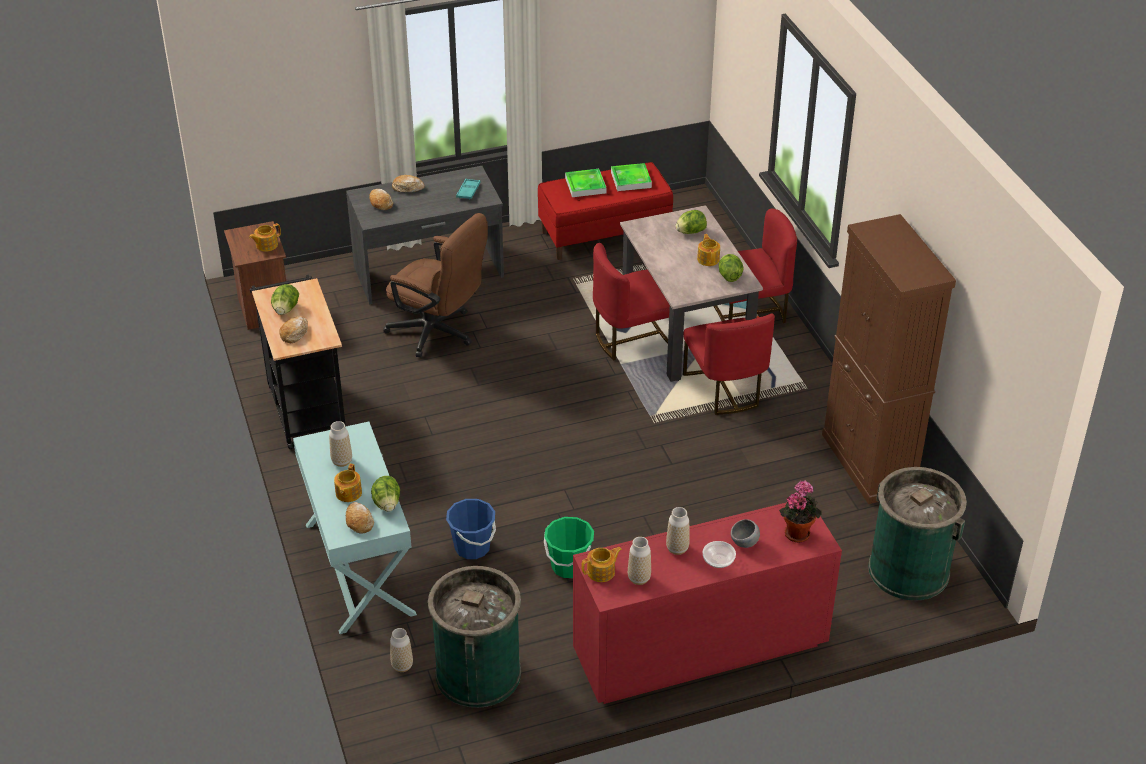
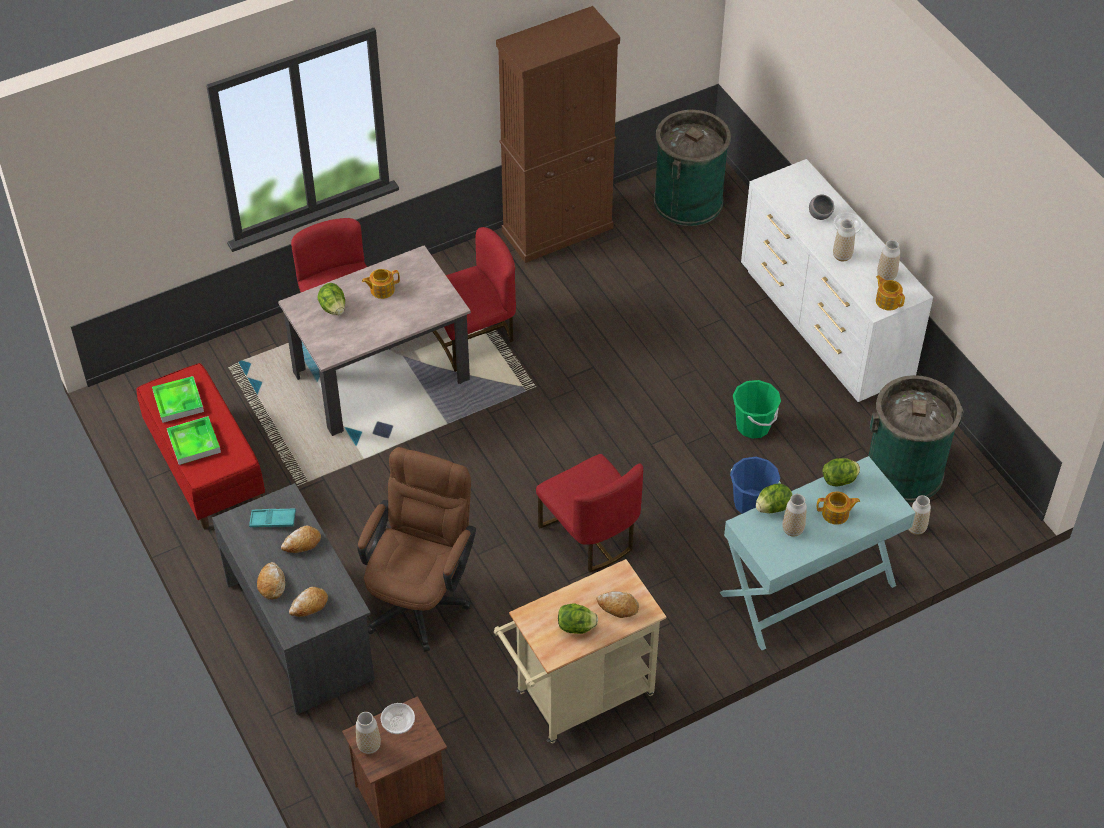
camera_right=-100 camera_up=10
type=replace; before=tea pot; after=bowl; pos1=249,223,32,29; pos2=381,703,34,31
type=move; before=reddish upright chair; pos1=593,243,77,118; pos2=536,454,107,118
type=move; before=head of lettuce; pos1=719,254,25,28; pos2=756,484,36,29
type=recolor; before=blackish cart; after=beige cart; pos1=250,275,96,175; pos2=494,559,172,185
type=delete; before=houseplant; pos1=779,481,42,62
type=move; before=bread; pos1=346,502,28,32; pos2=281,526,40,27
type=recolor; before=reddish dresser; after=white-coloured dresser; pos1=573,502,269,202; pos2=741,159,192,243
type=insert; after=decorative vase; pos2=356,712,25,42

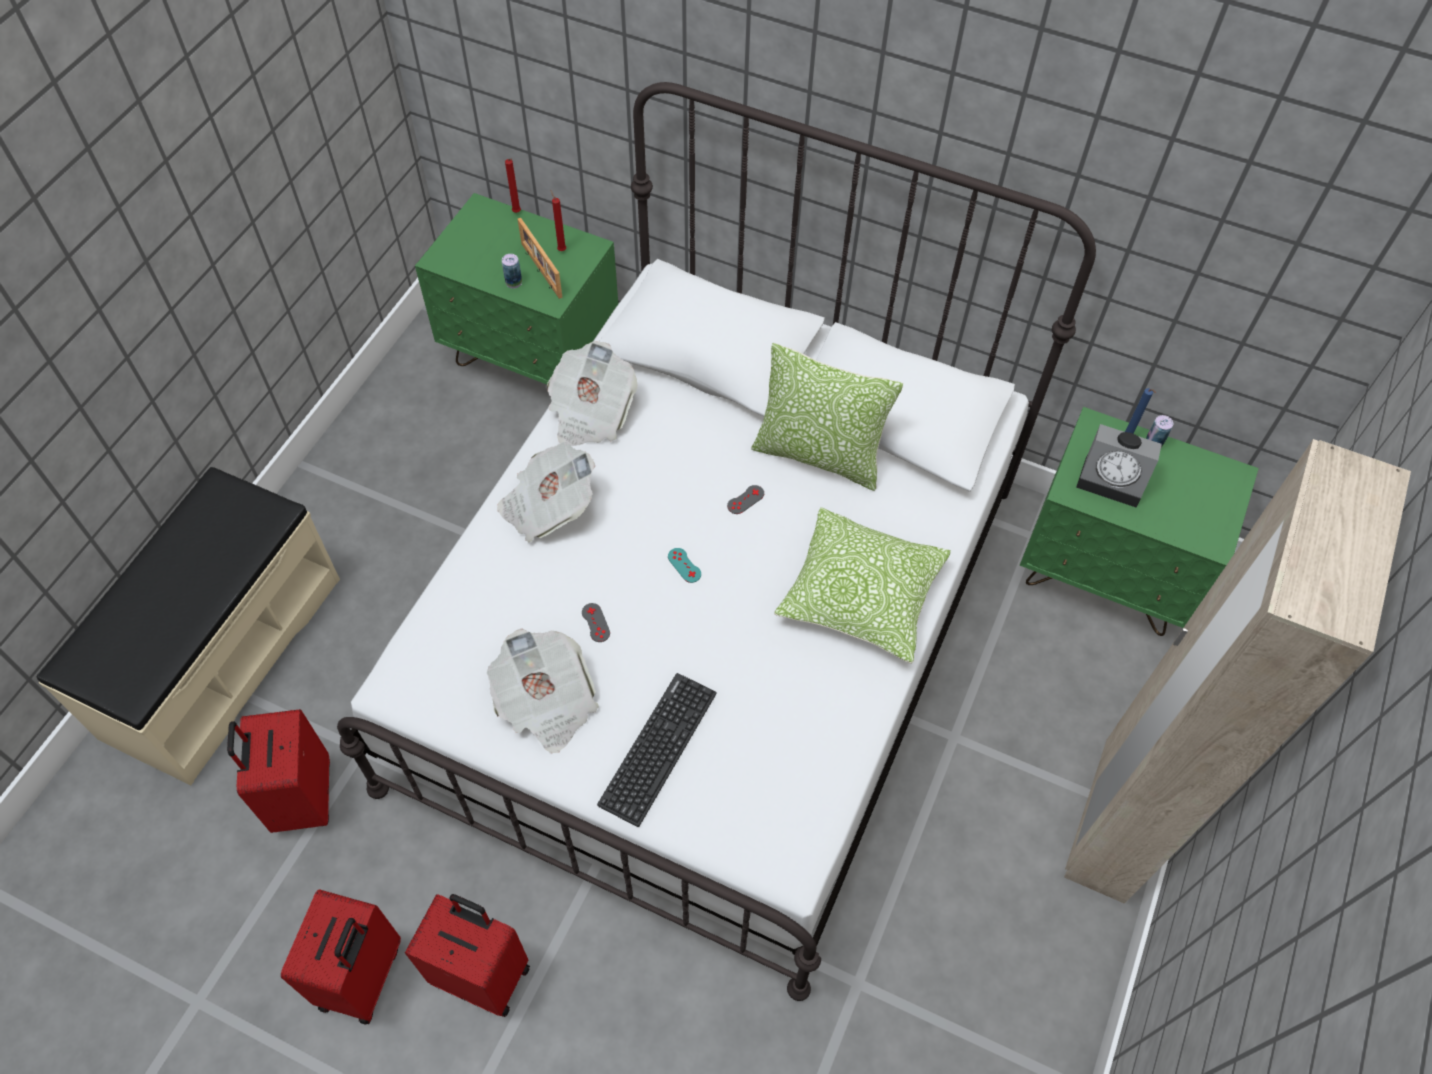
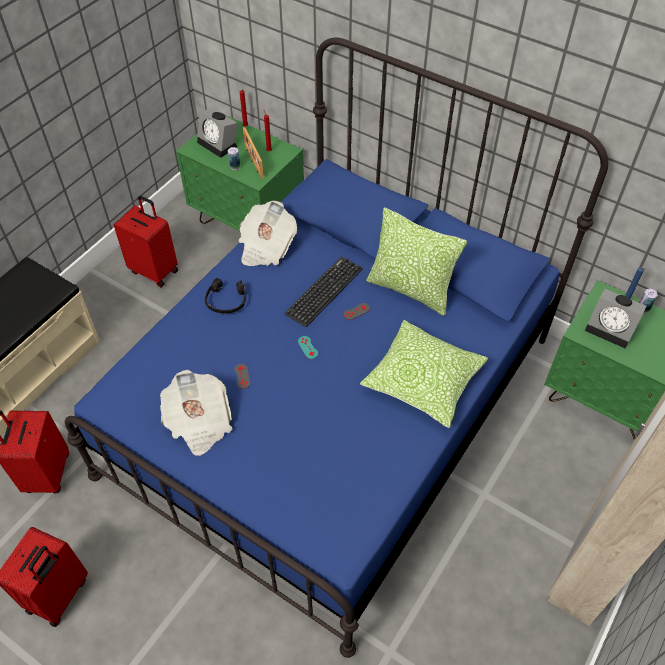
camera_right=10 camera_up=-5
type=recolor; before=white-coloured sleeping bed; after=blue sleeping bed; pos1=337,82,759,919; pos2=65,37,543,621
type=replace; before=daily paper; after=blackish headphones; pos1=497,442,98,100; pos2=205,278,41,36
type=move; before=keyboard; pos1=597,673,120,154; pos2=284,256,79,71
type=move; before=reddish piece of luggage; pos1=405,894,125,123; pos2=114,196,64,91
type=insert; after=table clock; pos2=197,108,40,50

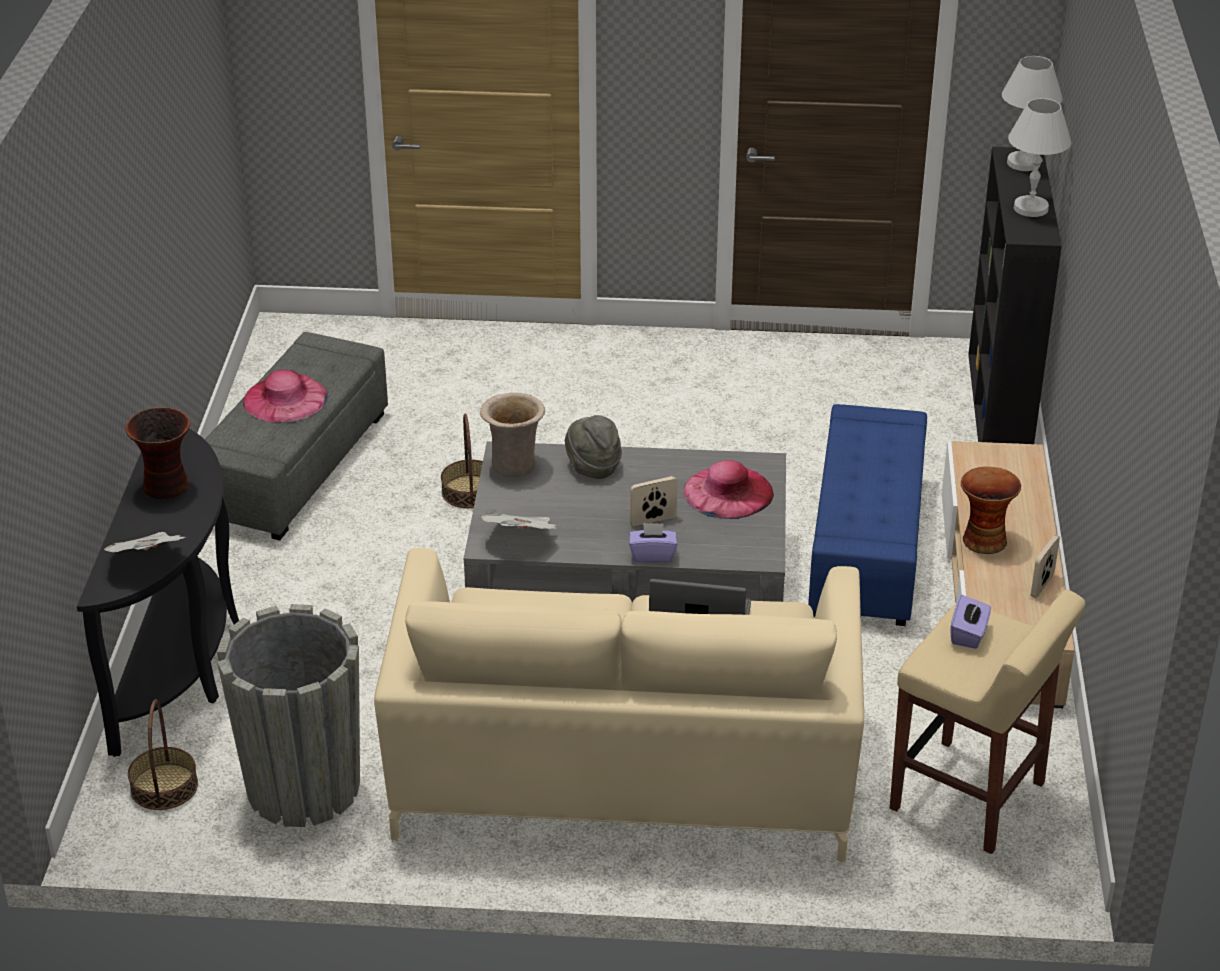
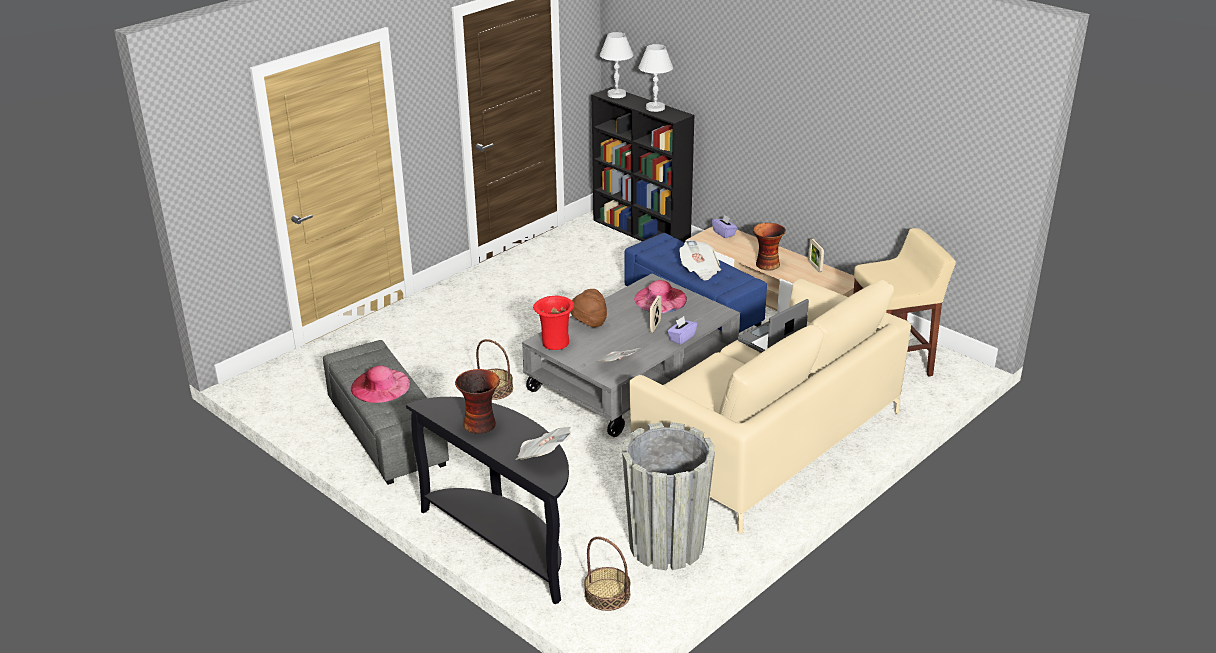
camera_right=-50 camera_up=-5
type=recolor; before=beige decorative vase; after=reddish decorative vase; pos1=480,393,65,85; pos2=533,296,41,54
type=recolor; before=gray wearable hat; after=brown wearable hat; pos1=565,415,57,64; pos2=570,289,37,38
type=move; before=purple tissue box; pos1=951,595,40,54; pos2=712,214,25,24
type=insert; after=daily paper; pos2=679,239,42,42

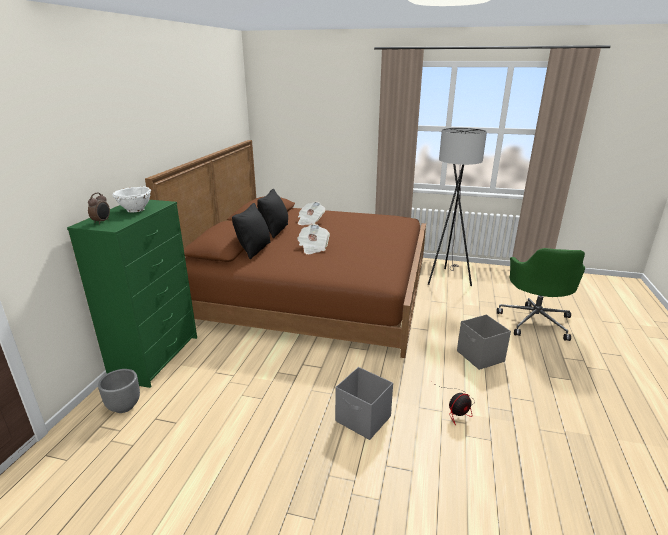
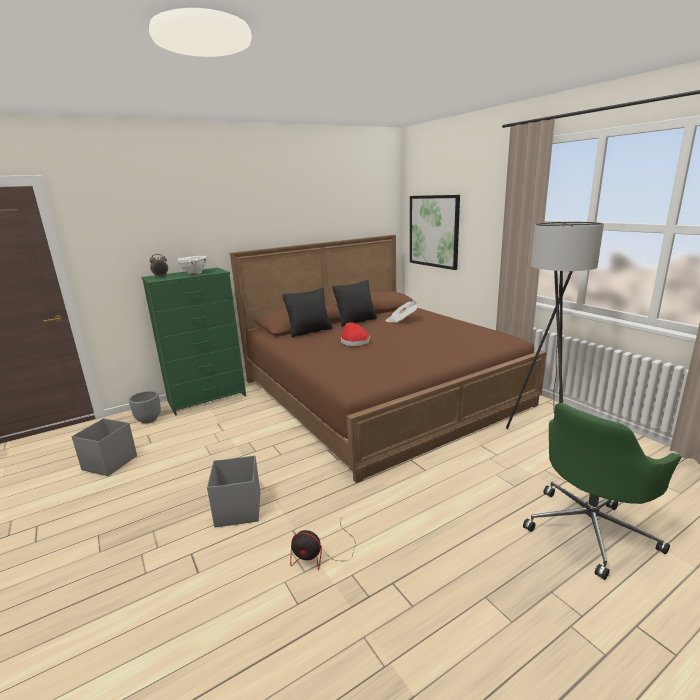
camera_right=45 camera_up=-5
type=replace; before=daily paper; after=reddish wearable hat; pos1=297,224,33,30; pos2=341,322,29,24
type=move; before=gray storage bin; pos1=457,315,54,55; pos2=72,418,65,58
type=insert; after=wall art; pos2=410,195,50,75

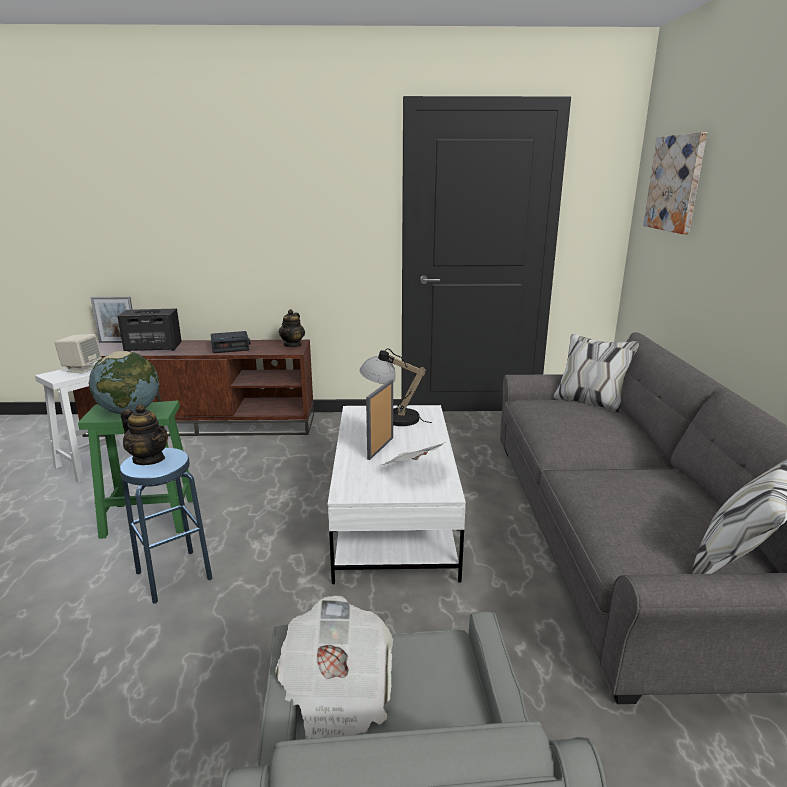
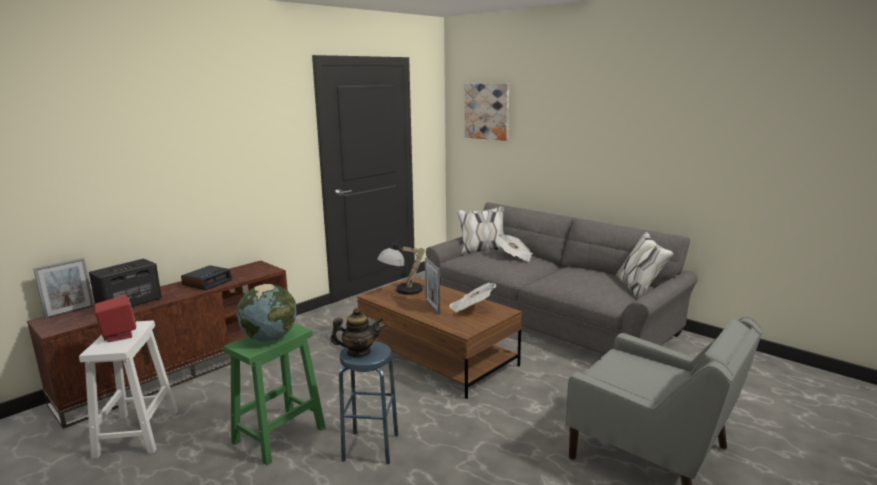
camera_right=-45 camera_up=-5
type=delete; before=tea pot; pos1=279,309,26,38
type=recolor; before=beige audio speaker; after=reddish audio speaker; pos1=55,334,47,40; pos2=95,295,41,47
type=recolor; before=white-coloured coffee table; after=brown coffee table; pos1=328,405,138,179; pos2=357,277,165,122
type=move; before=daily paper; pos1=275,596,118,143; pos2=497,234,36,28

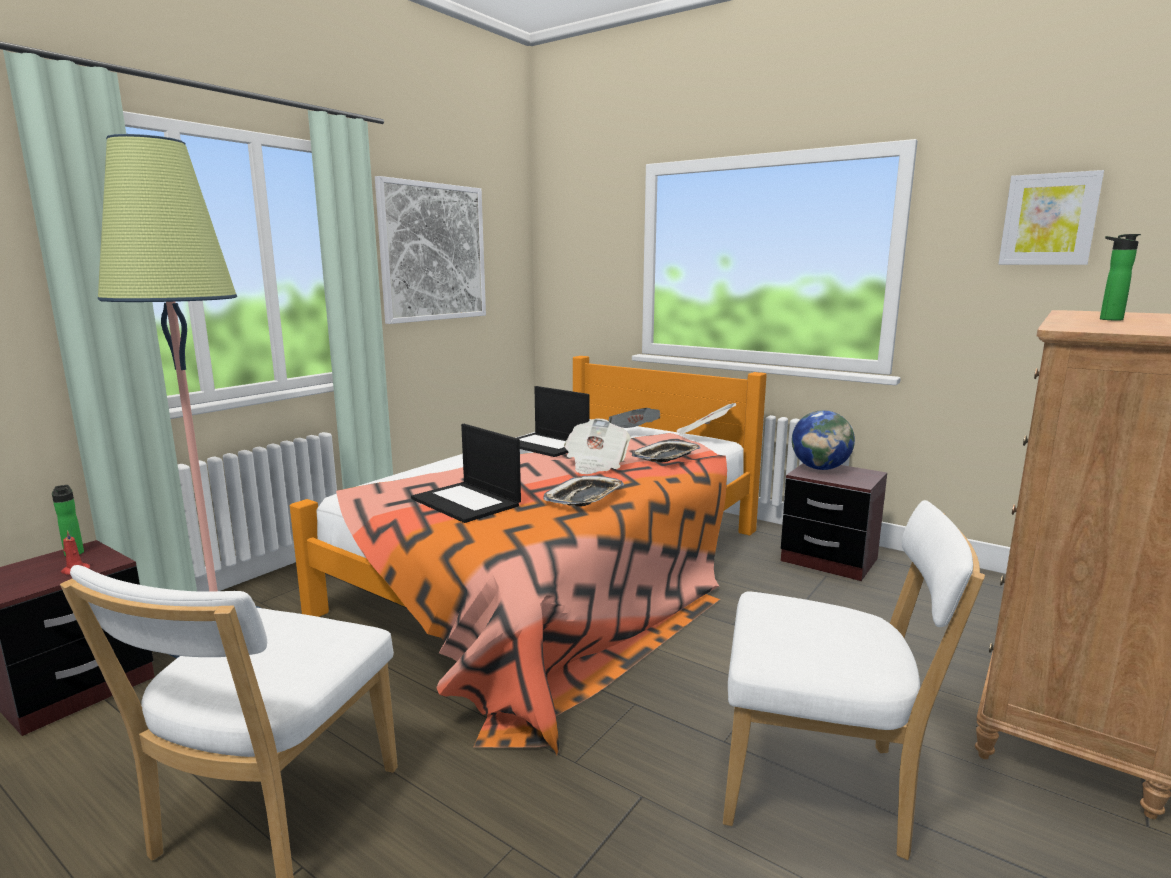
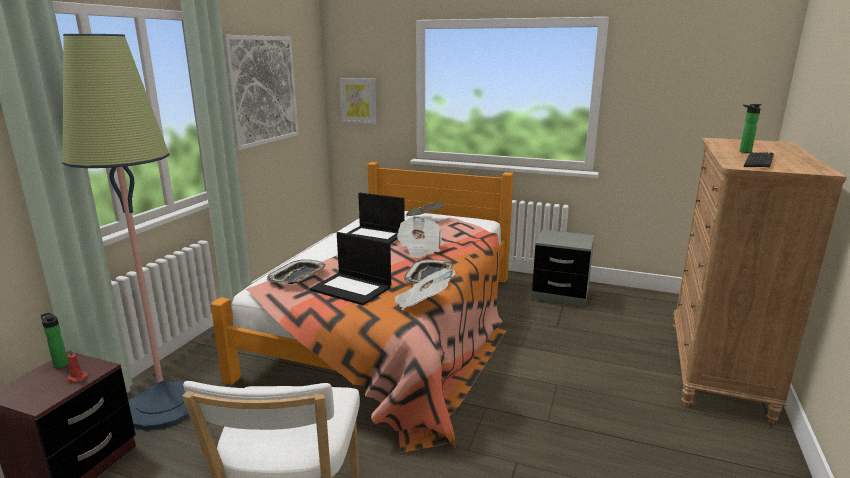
camera_right=-15 camera_up=5
type=move; before=wall art; pos1=998,170,106,95; pos2=339,78,38,46
type=move; before=daily paper; pos1=676,403,60,32; pos2=394,268,62,42
type=delete; before=desk globe; pos1=792,410,63,60
type=move; before=carrying tray; pos1=632,441,69,21; pos2=267,259,59,25
type=recolor; before=brown nightstand; after=gray nightstand; pos1=781,463,106,118; pos2=532,230,62,77
type=delete; before=white-coloured upright chair; pos1=723,500,262,360
type=insert; after=keyboard; pos2=744,152,30,15

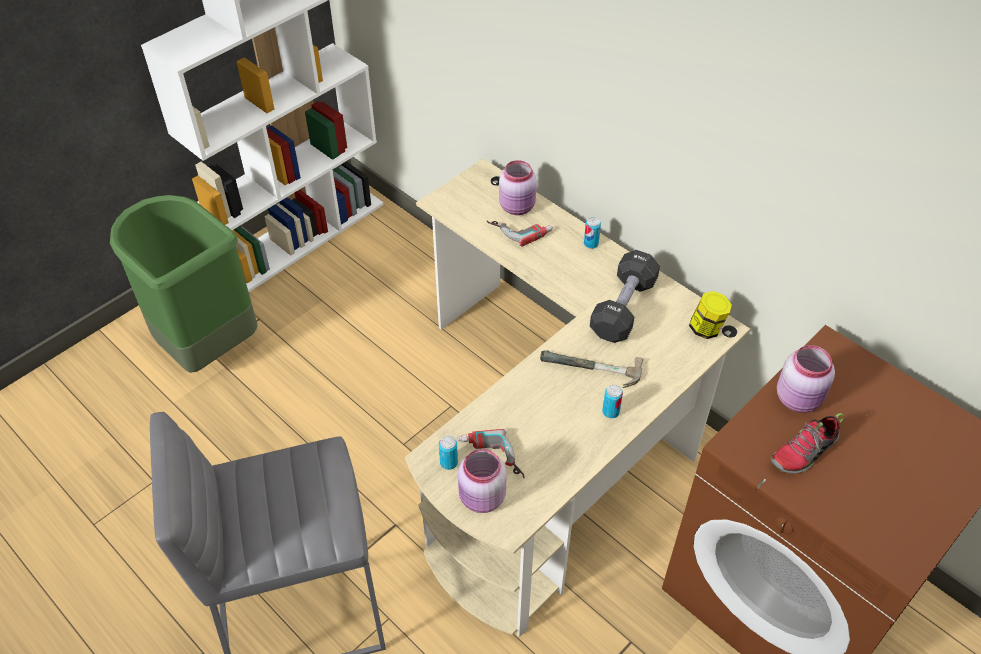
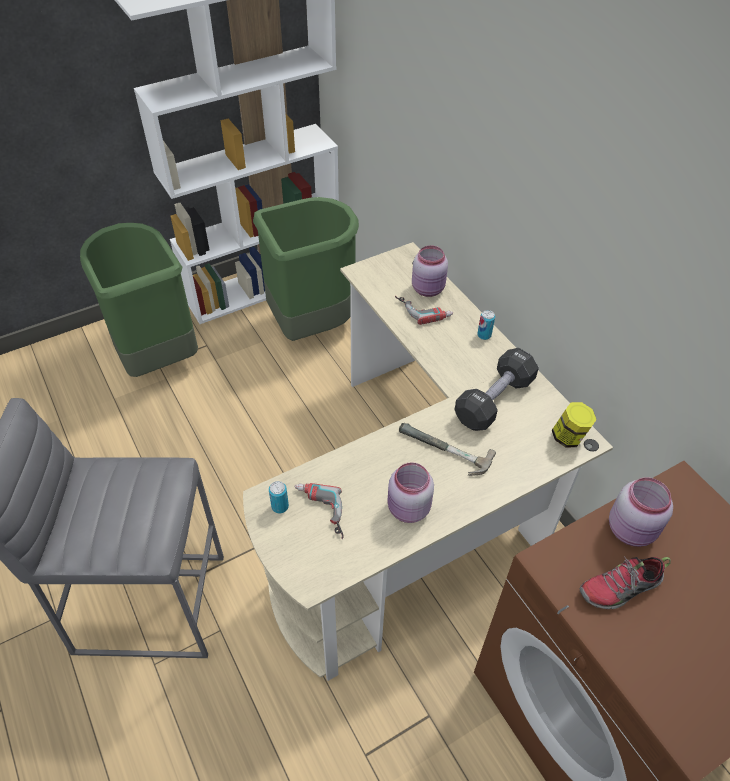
camera_right=15 camera_up=0
type=delete; before=metal can; pos1=602,385,21,33
type=move; before=pink storage jar; pos1=458,449,49,64; pos2=387,462,47,61
type=insert; after=green waste bin; pos2=253,197,106,144

